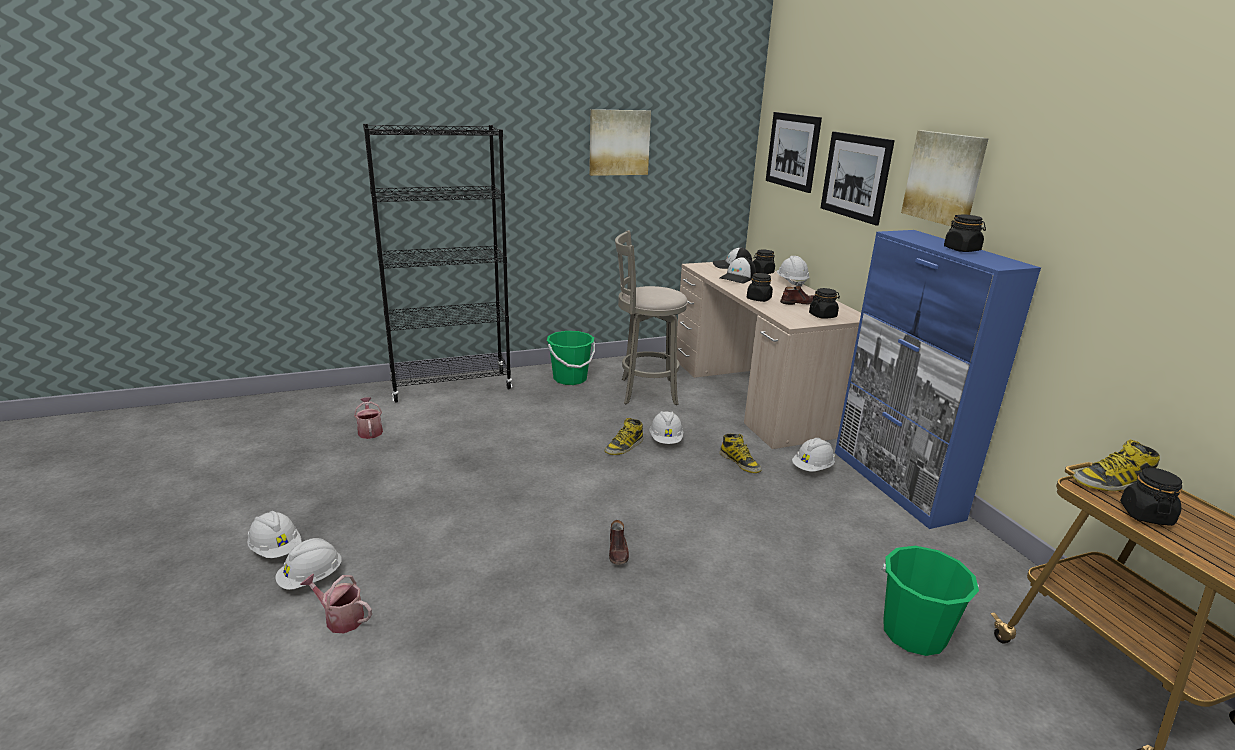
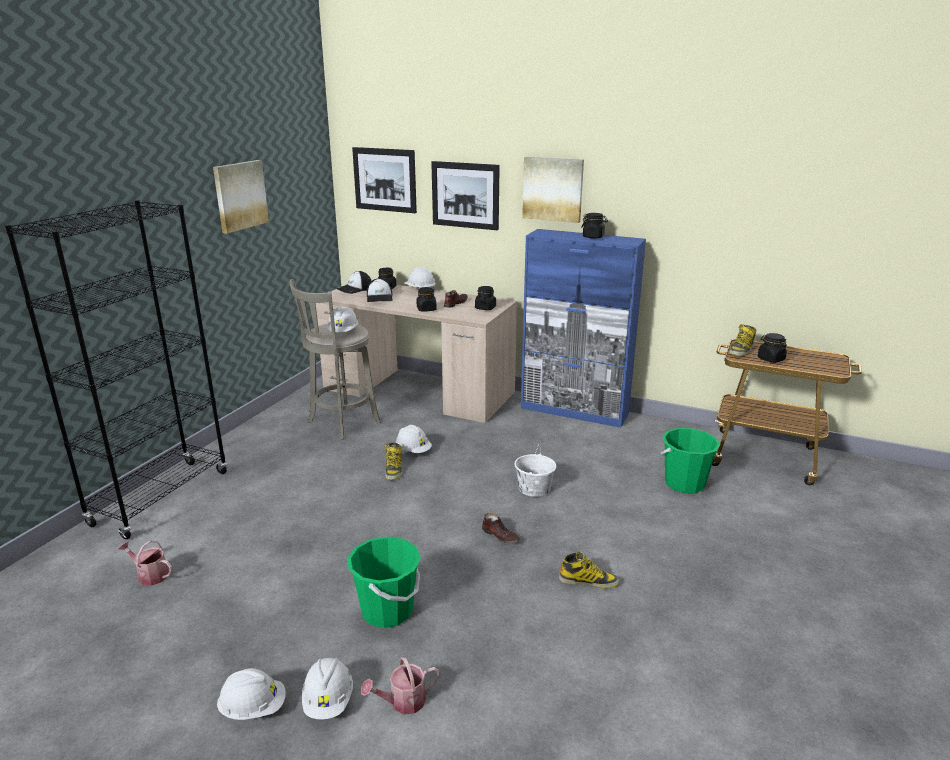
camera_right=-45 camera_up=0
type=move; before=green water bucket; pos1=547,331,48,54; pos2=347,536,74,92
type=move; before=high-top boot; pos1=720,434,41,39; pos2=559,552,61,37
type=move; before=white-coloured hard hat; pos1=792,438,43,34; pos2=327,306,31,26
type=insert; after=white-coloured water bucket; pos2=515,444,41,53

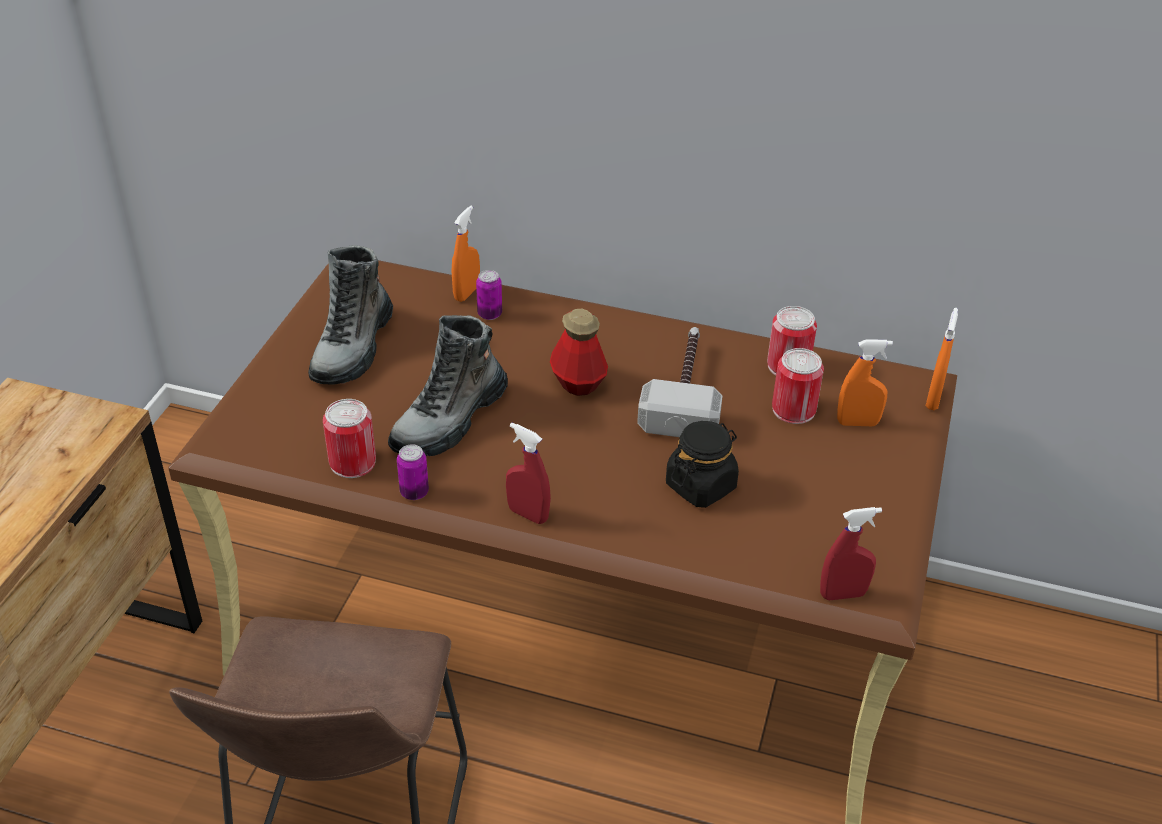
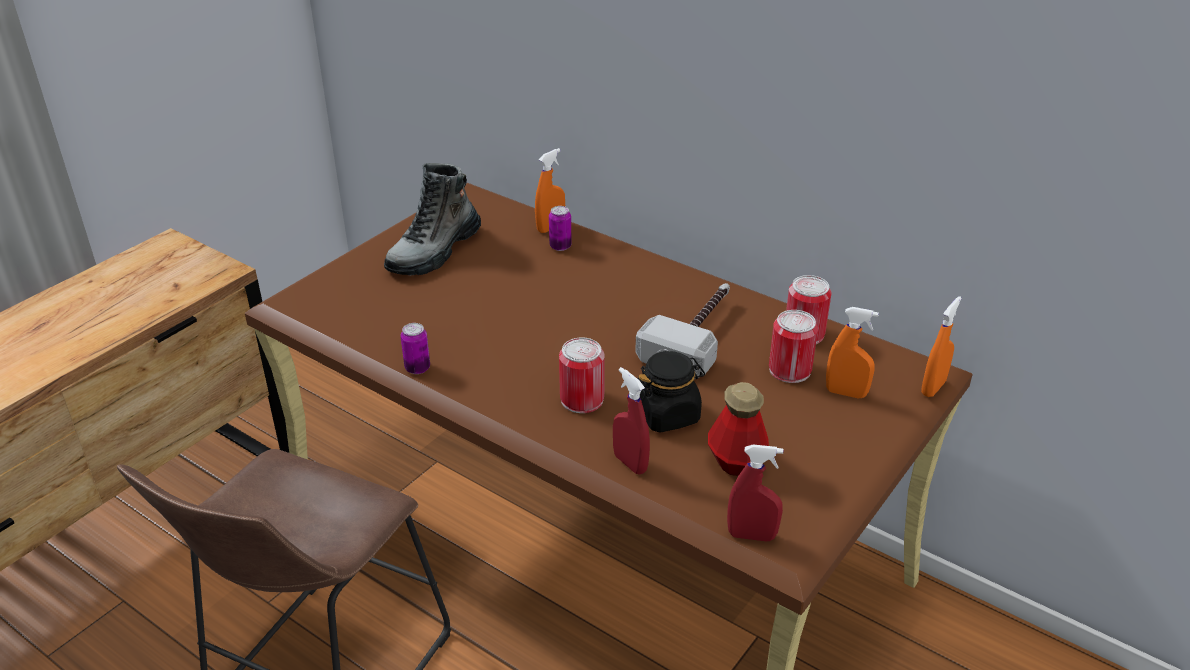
camera_right=20 camera_up=-5
type=move; before=bottle; pos1=550,309,58,87; pos2=708,382,61,94
type=delete; before=high-top boot; pos1=388,315,120,141
type=move; before=metal can; pos1=323,399,53,79; pos2=559,338,46,75
type=move; before=reddish spray bottle; pos1=506,423,45,101; pos2=613,367,37,108

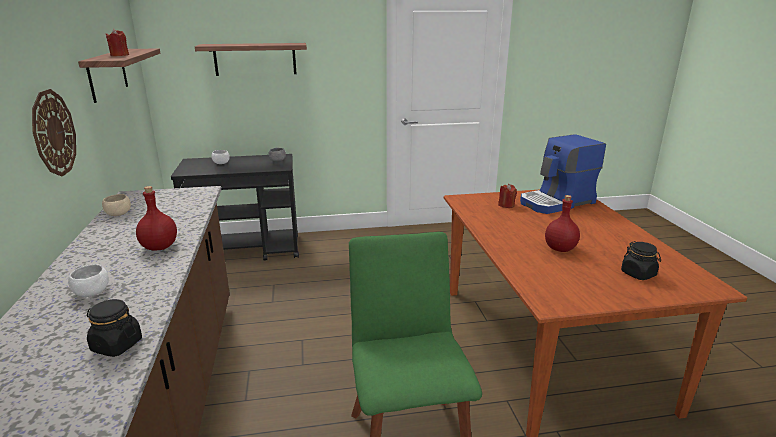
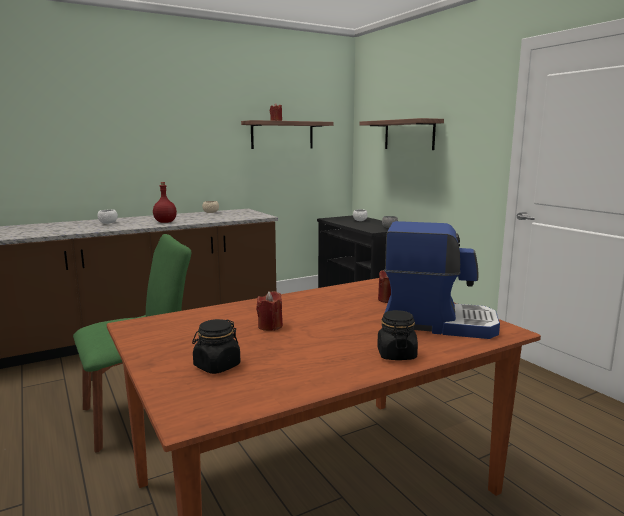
camera_right=70 camera_up=-10
type=delete; before=clock on the wall; pos1=32,89,44,87
type=rotate; before=coffee brewer; pos1=520,134,86,80; pos2=384,221,116,118; turn=150
type=replace; before=reddish bottle; after=reddish wax light; pos1=545,195,35,57; pos2=256,291,27,40
type=move; before=blackish storage jar; pos1=87,299,55,58; pos2=377,310,41,50

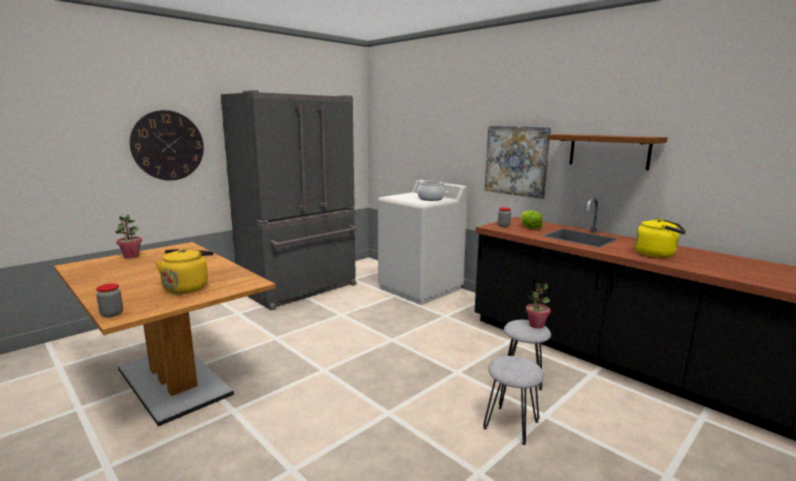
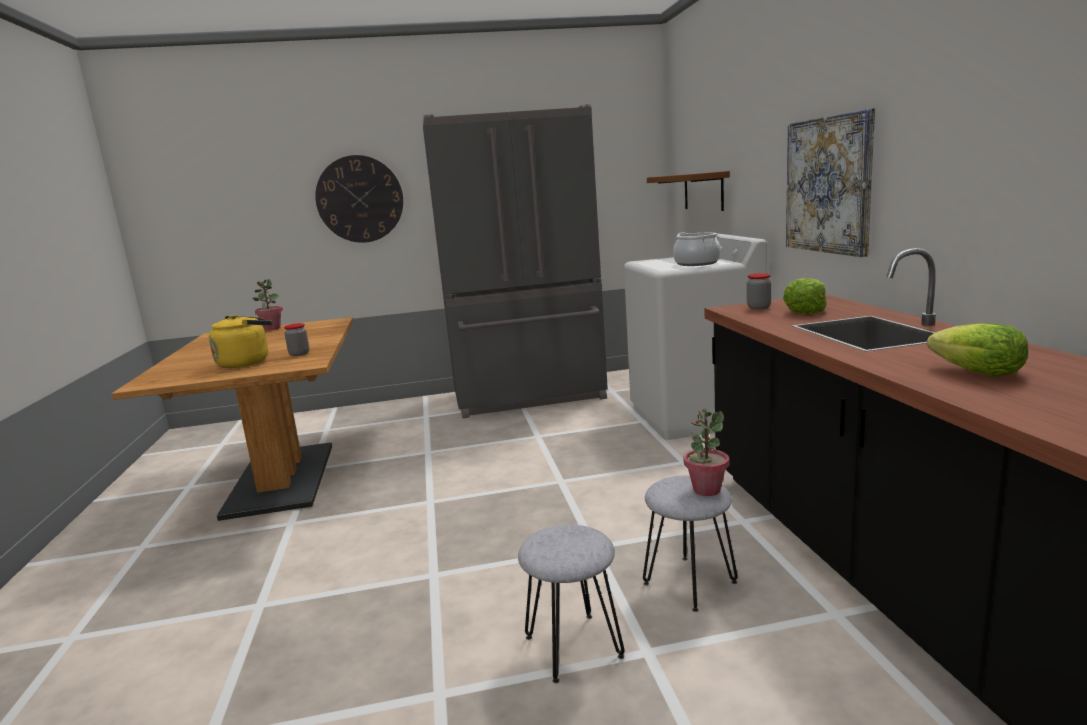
camera_right=35 camera_up=0
type=move; before=brown shelf; pos1=547,134,121,36; pos2=647,171,83,40
type=replace; before=yellowish kettle; after=head of lettuce; pos1=635,218,51,40; pos2=927,323,101,54
type=move; before=storage jar; pos1=96,283,27,34; pos2=284,323,25,33

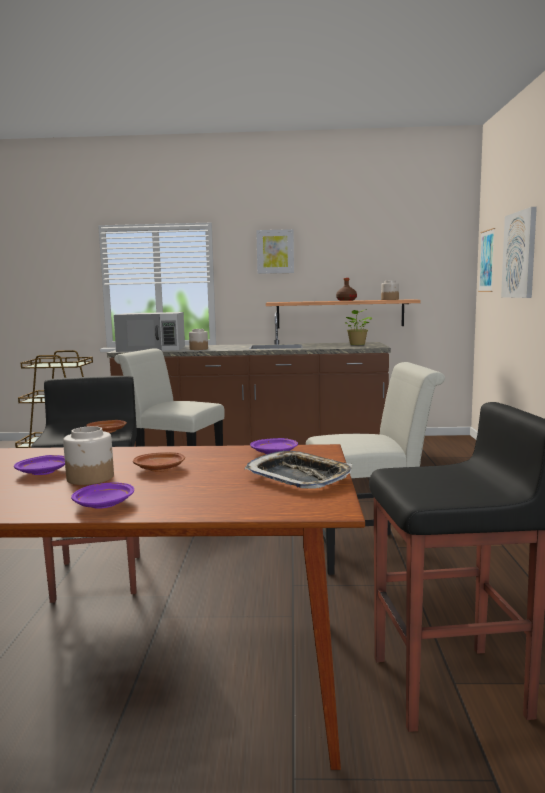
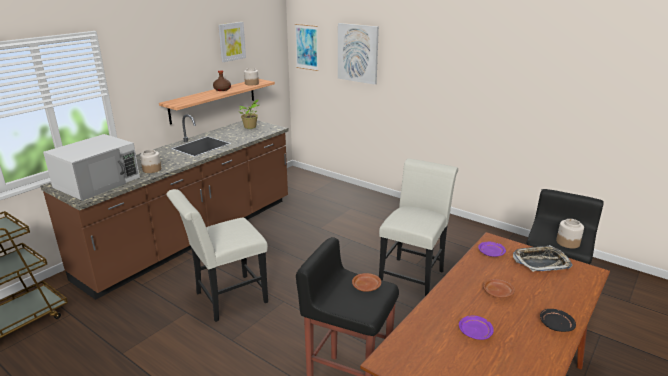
camera_right=-55 camera_up=15
type=move; before=wall art; pos1=256,229,38,45; pos2=218,22,28,40
type=move; before=storage jar; pos1=63,426,51,59; pos2=556,219,28,30
type=recolor; before=purple plate; after=blackish plate; pos1=71,482,63,27; pos2=540,309,36,23

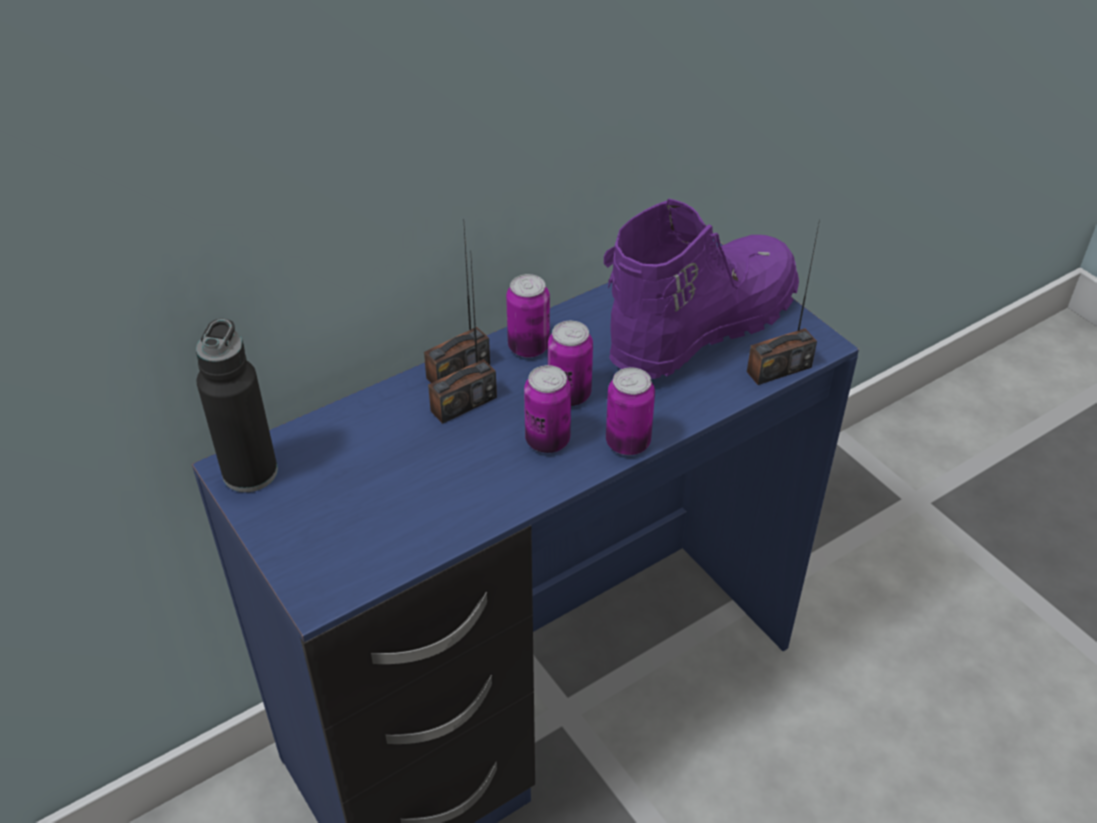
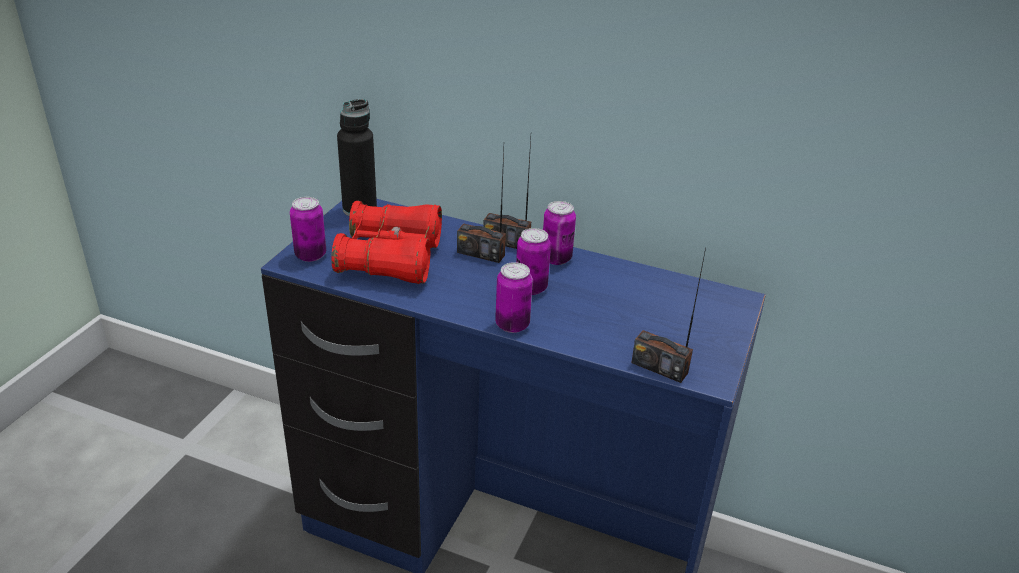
camera_right=55 camera_up=-10
type=delete; before=purple high-top boot; pos1=604,199,195,180
type=move; before=metal can; pos1=524,365,47,88; pos2=290,197,36,65
type=insert; after=reddish binoculars; pos2=331,201,111,83

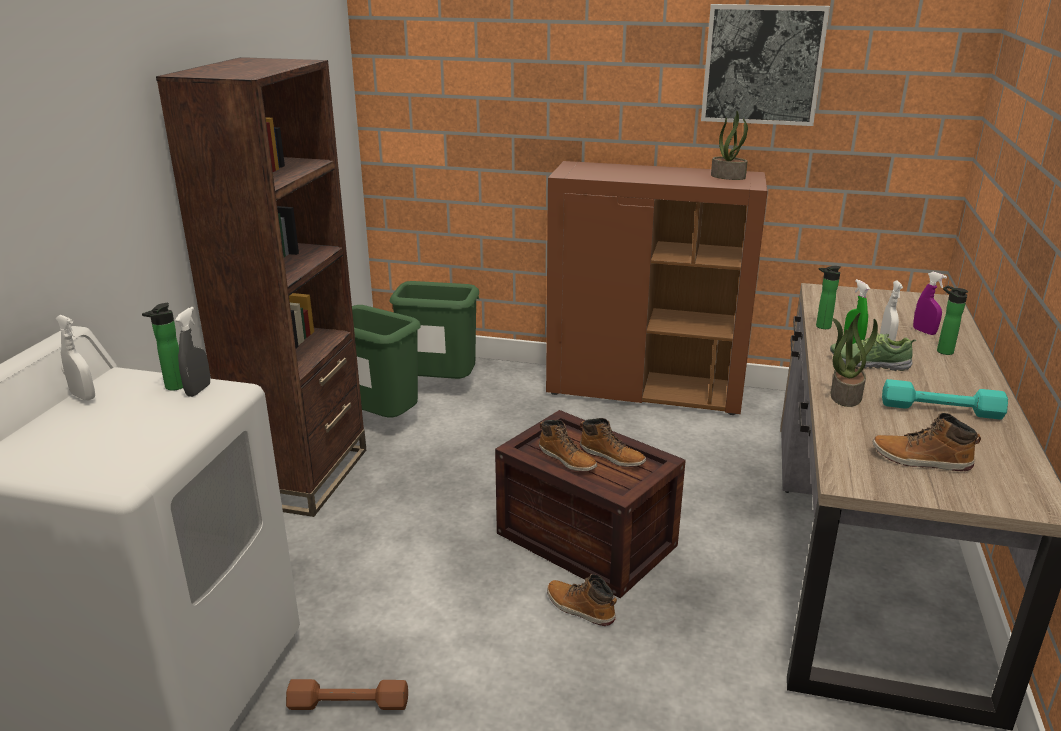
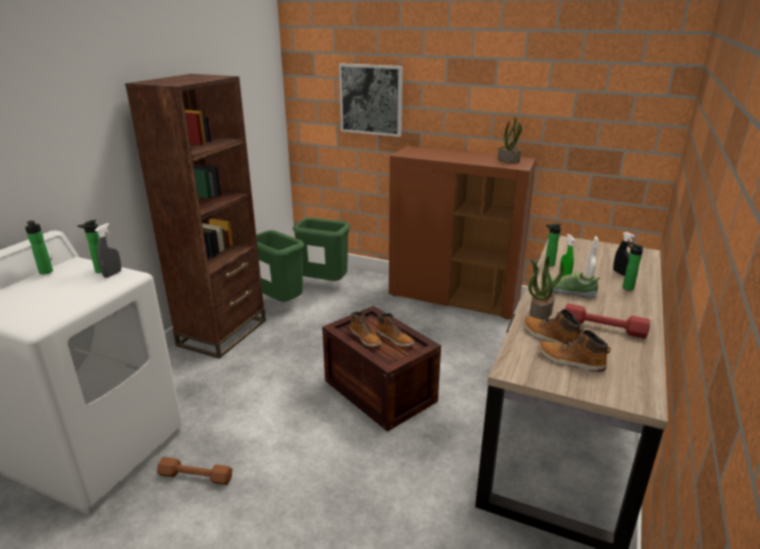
camera_right=10 camera_up=0
type=move; before=wall art; pos1=701,4,129,122; pos2=339,63,64,74
type=recolor; before=purple spray bottle; after=blackish spray bottle; pos1=913,272,34,63; pos2=613,232,22,44
type=replace; before=white-coloured spray bottle; after=bottle; pos1=56,315,39,85; pos2=25,221,28,54
type=recolor; before=turquoise dumbbell; after=reddish dumbbell; pos1=882,379,126,41; pos2=565,304,85,35
type=move; before=high-top boot; pos1=547,574,70,52; pos2=523,309,60,34

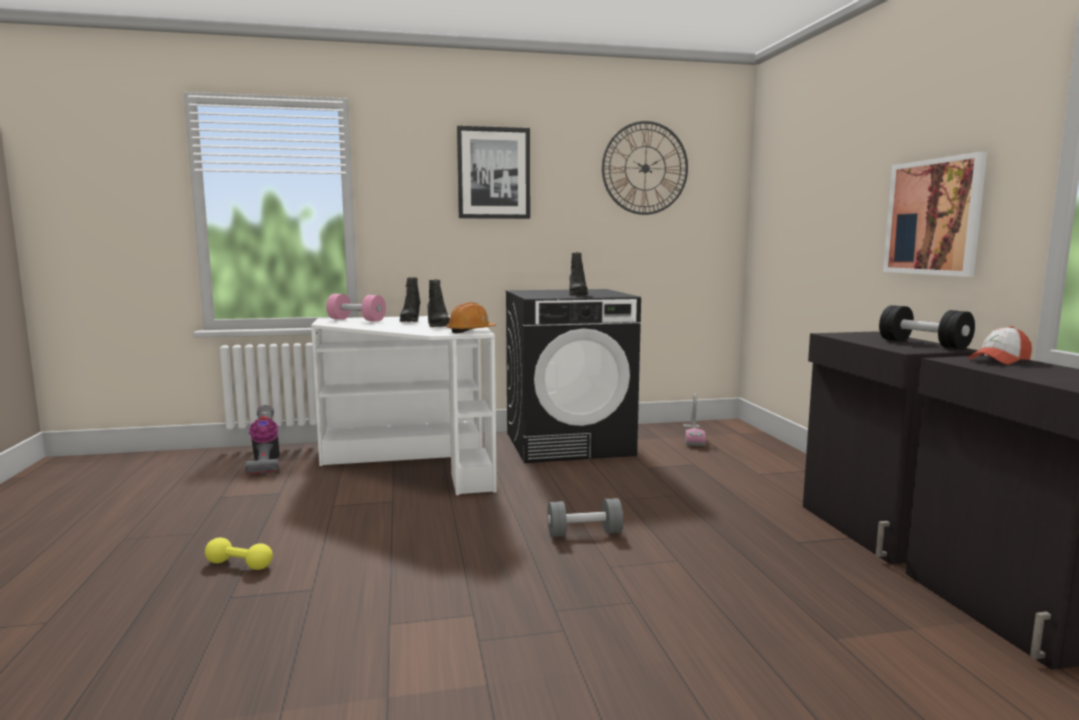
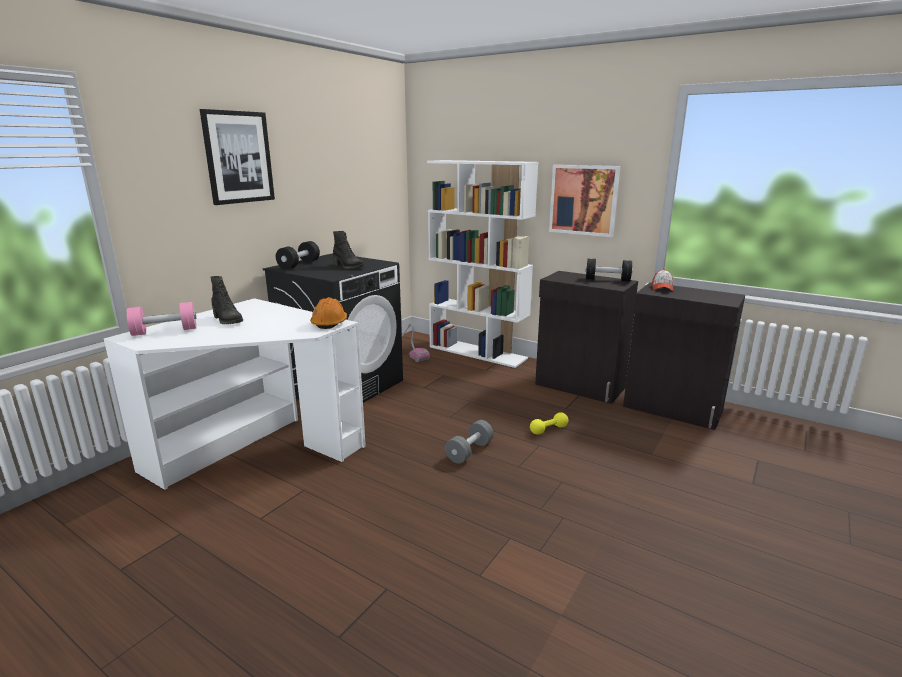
camera_right=-45 camera_up=10
type=delete; before=clock on the wall; pos1=602,121,86,94
type=delete; before=blackish high-top boot; pos1=427,279,23,48
type=delete; before=vacuum cleaner; pos1=245,405,35,70
type=move; before=yellowish dumbbell; pos1=205,538,68,32; pos2=530,412,38,23
type=insert; after=white-coloured shelving unit; pos2=427,160,111,208
type=insert; after=blackish dumbbell; pos2=276,241,44,28

